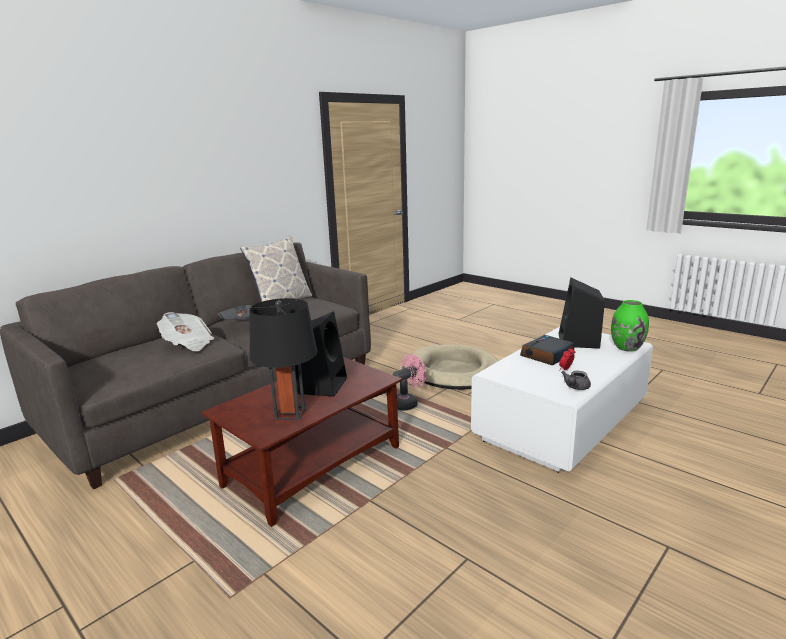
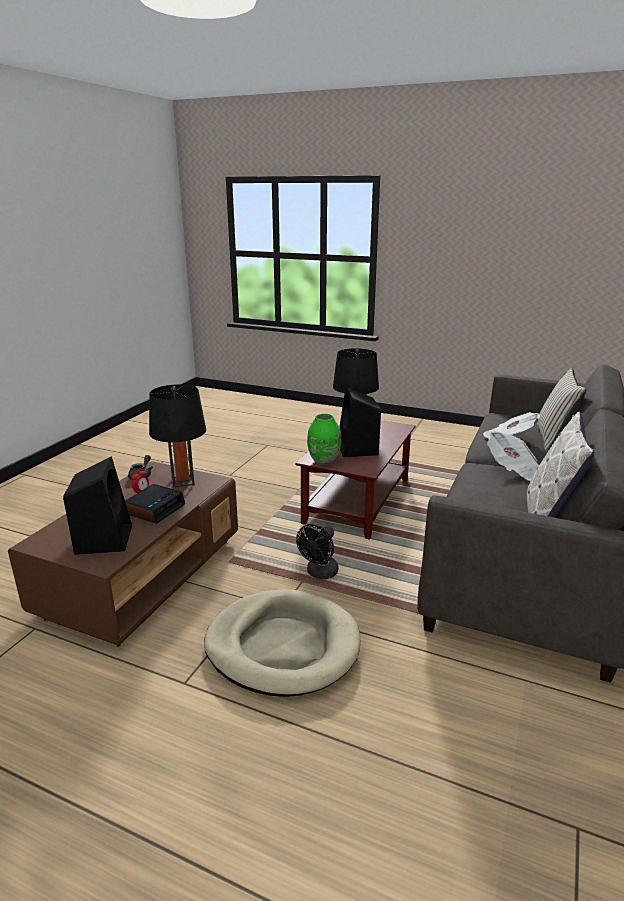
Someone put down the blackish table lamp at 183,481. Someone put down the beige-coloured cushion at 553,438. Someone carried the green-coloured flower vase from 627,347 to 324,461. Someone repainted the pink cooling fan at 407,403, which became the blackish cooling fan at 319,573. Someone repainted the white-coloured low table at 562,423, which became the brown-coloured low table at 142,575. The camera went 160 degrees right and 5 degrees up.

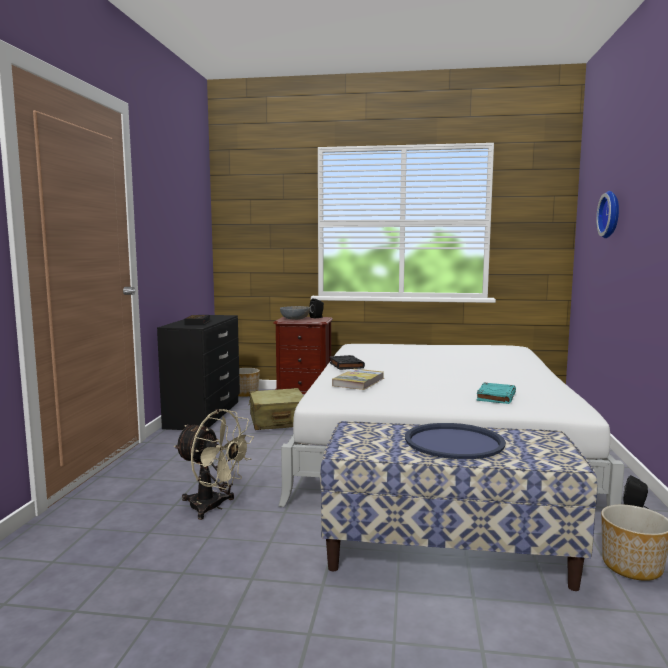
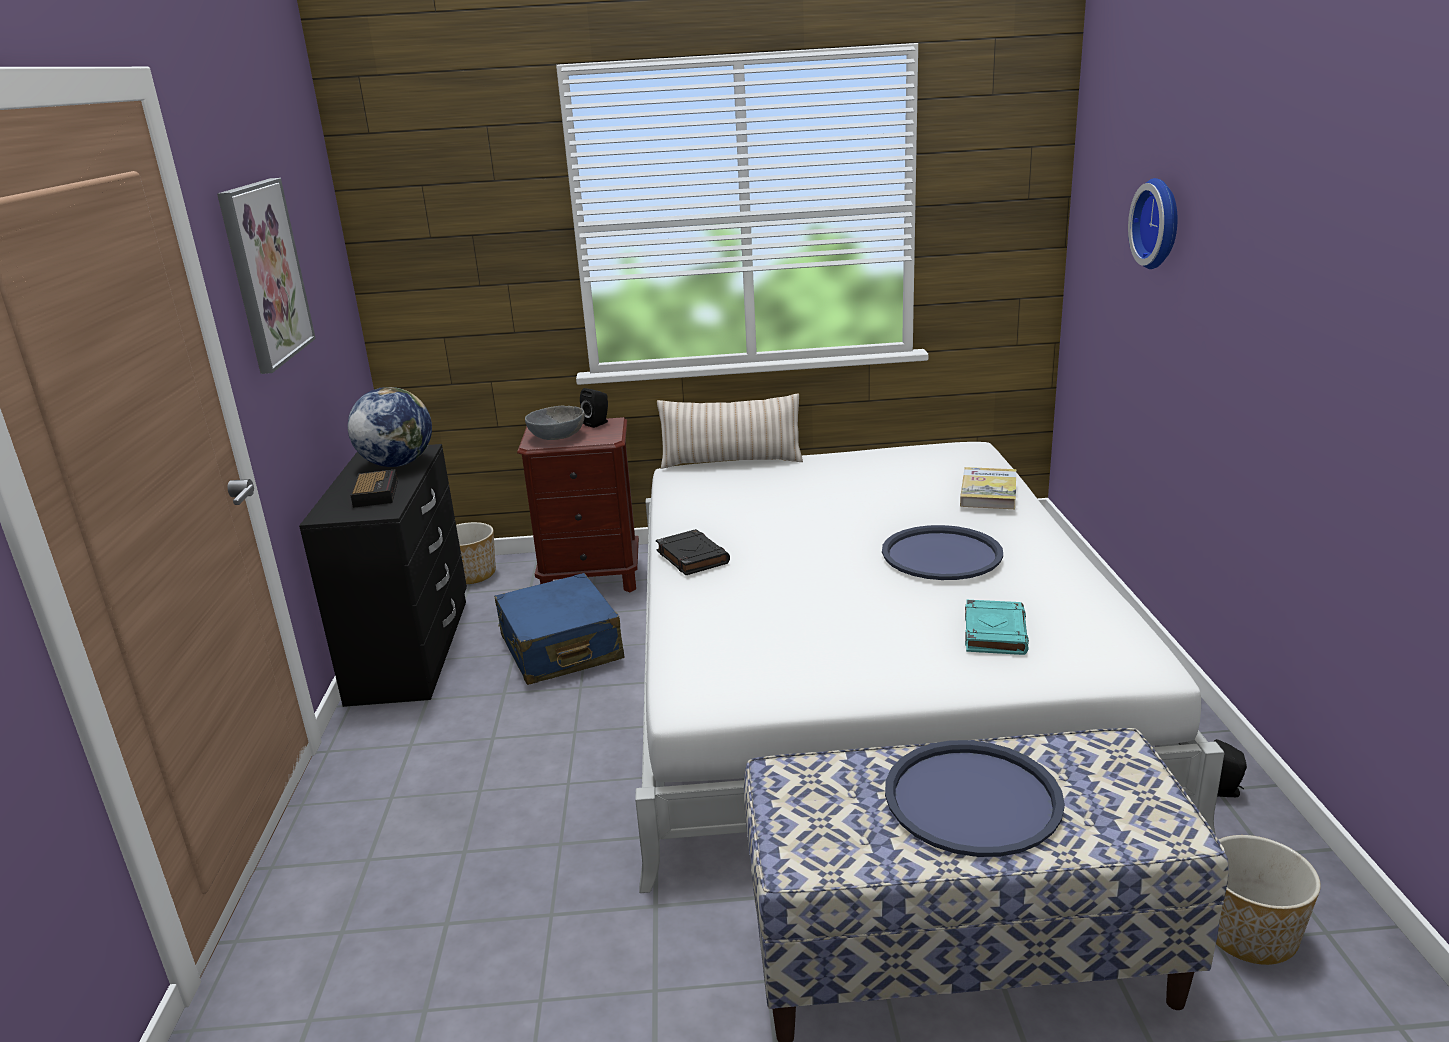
Someone took away the beige-coloured cooling fan at 213,507. Someone put up the picture at 265,273. Someone put down the world globe at 397,464. Someone put down the beige-coloured cushion at 731,461. Someone put down the blue-coloured carrying tray at 941,554. Someone carried the bound book from 358,382 to 988,492. Someone repainted the beige-coloured piece of luggage at 278,421, which became the blue-coloured piece of luggage at 560,648. The camera went 10 degrees left and 15 degrees up.

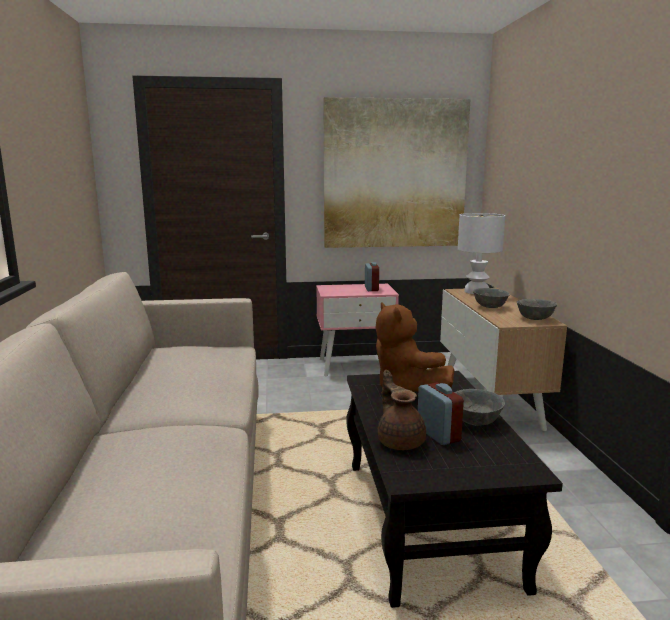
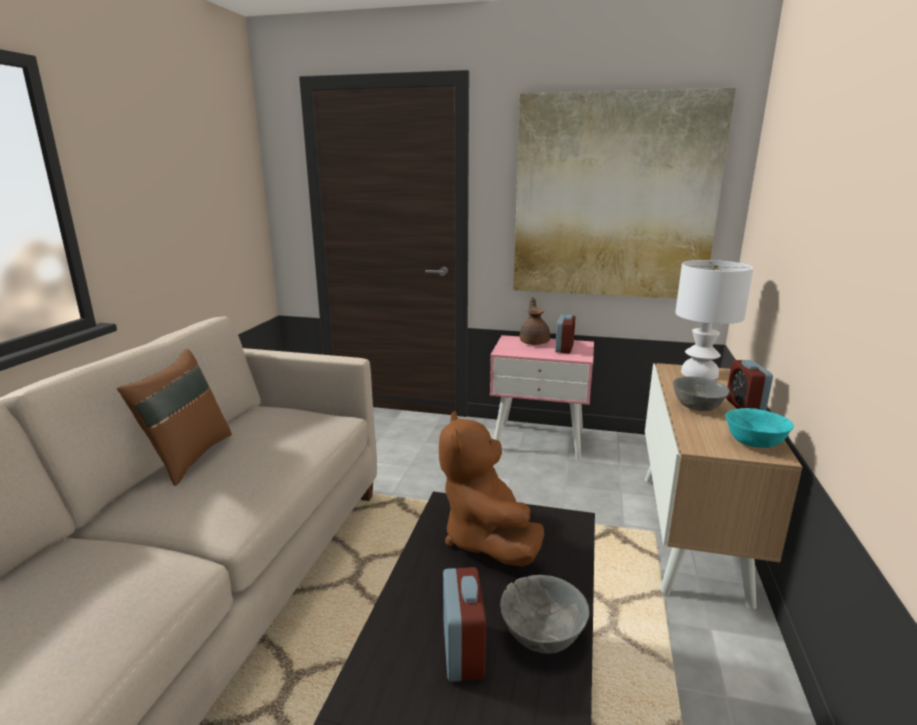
Someone put down the brown-coloured cushion at 188,457. Someone put down the bedside clock at 744,407. Someone carried the brown-coloured pot for tea from 400,441 to 534,342. Someone repainted the gray serving bowl at 534,319, which became the turquoise serving bowl at 753,443. The camera went 20 degrees right and 5 degrees up.

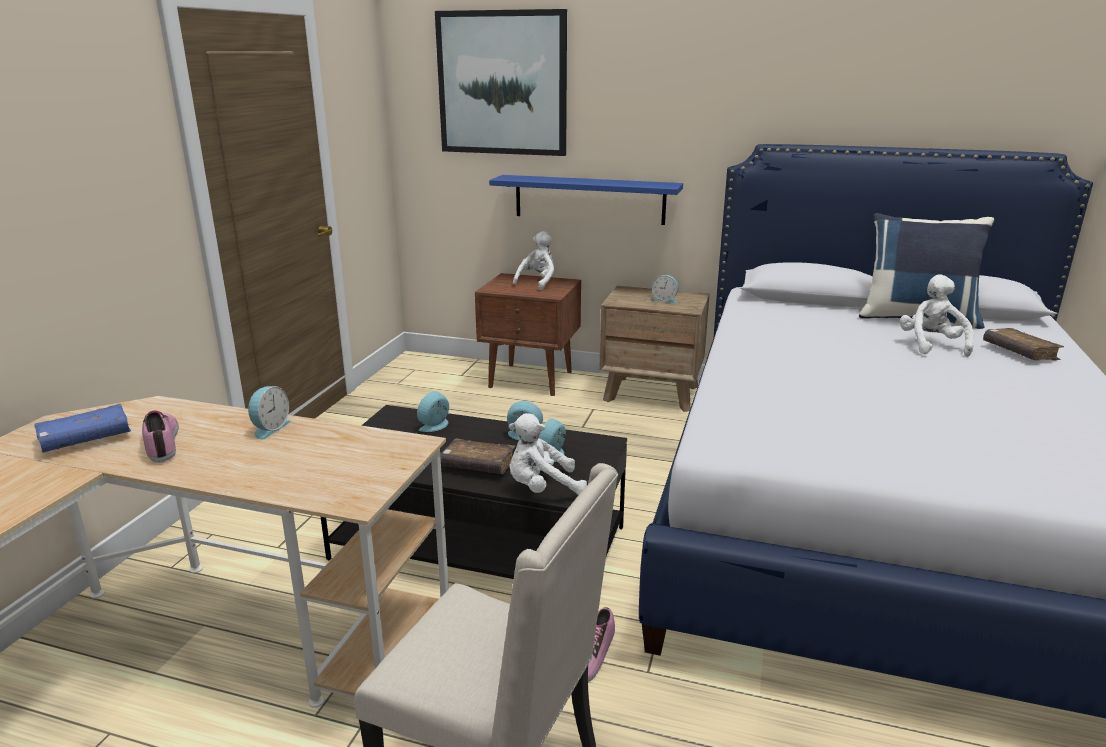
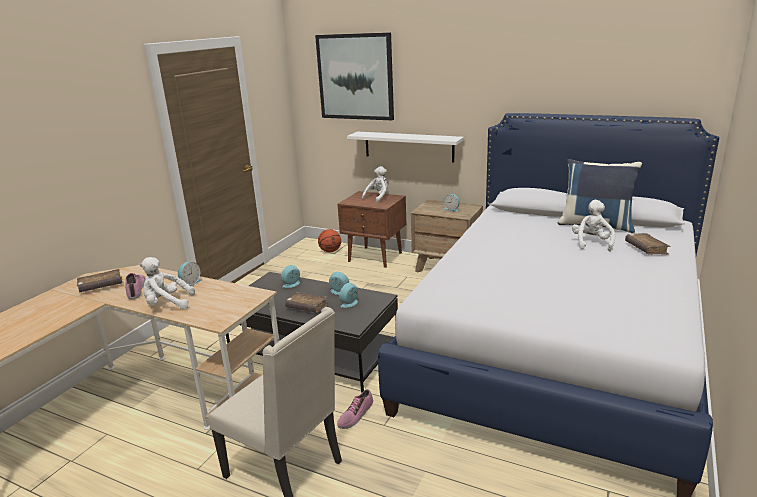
Someone put down the basketball ball at 330,251. Someone carried the white-coloured soft toy from 542,488 to 167,304. Someone repainted the blue-coloured bound book at 86,439, which became the brown-coloured bound book at 101,286. Someone repainted the blue-coloured wall shelf at 589,199, which became the white-coloured wall shelf at 408,146. The camera went 10 degrees right and 0 degrees up.

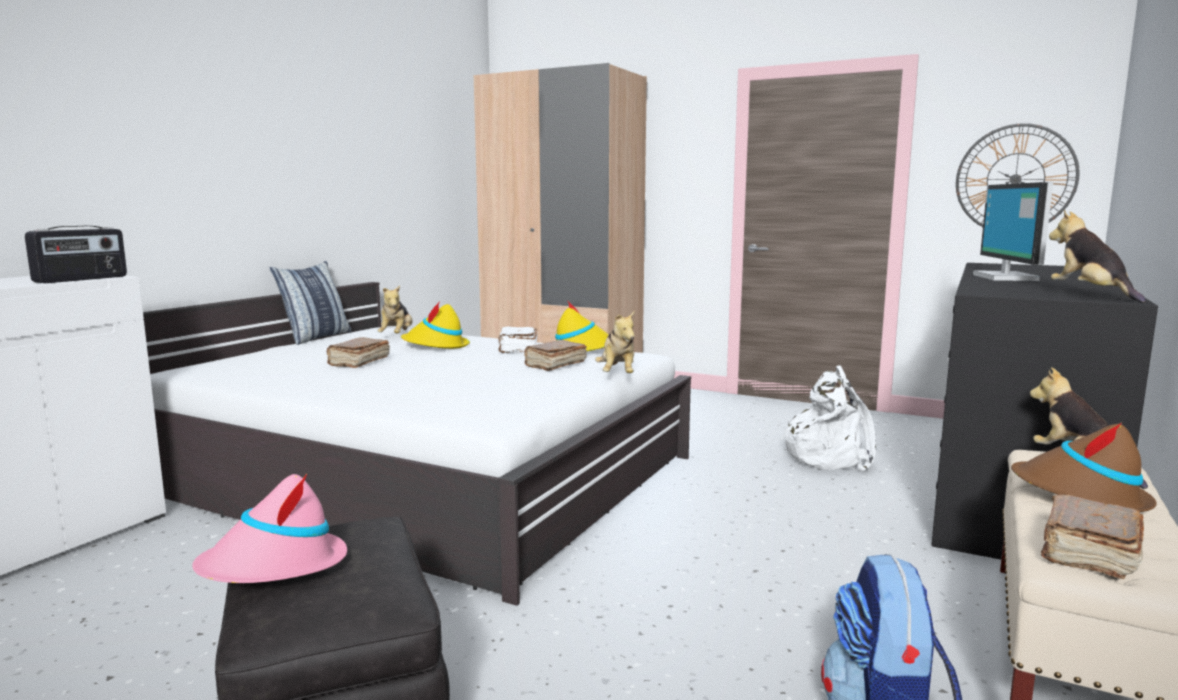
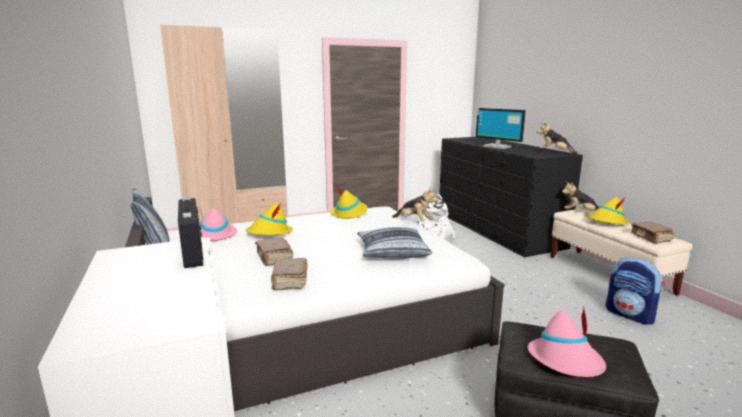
Someone took away the white-coloured bound book at 517,348. Someone took away the hanging clock at 1015,179. Someone put down the cushion at 392,251. Someone carried the brown-coloured bound book from 554,365 to 289,281. Someone swapped the soft toy at 397,336 for the pink wearable hat at 214,234. Someone repainted the brown-coloured wearable hat at 1080,495, which became the yellowish wearable hat at 607,222. The camera went 50 degrees left and 5 degrees up.

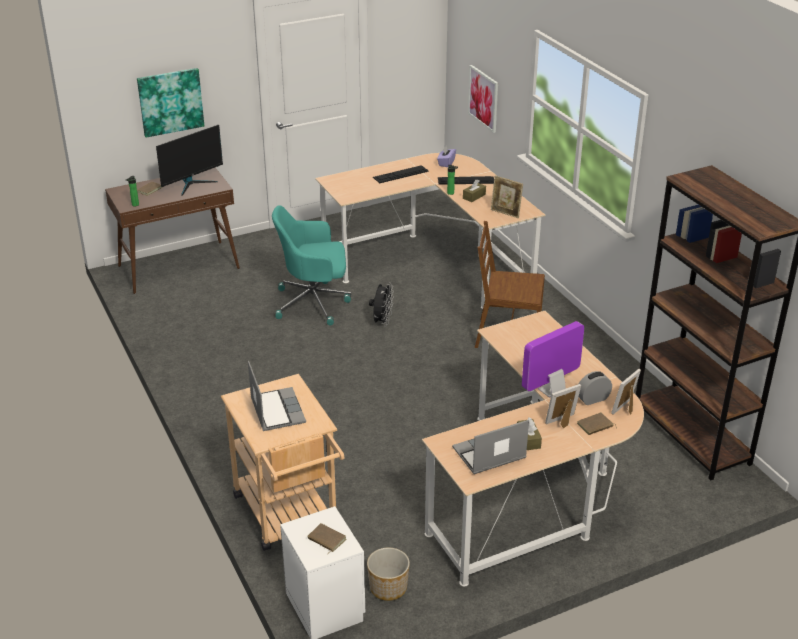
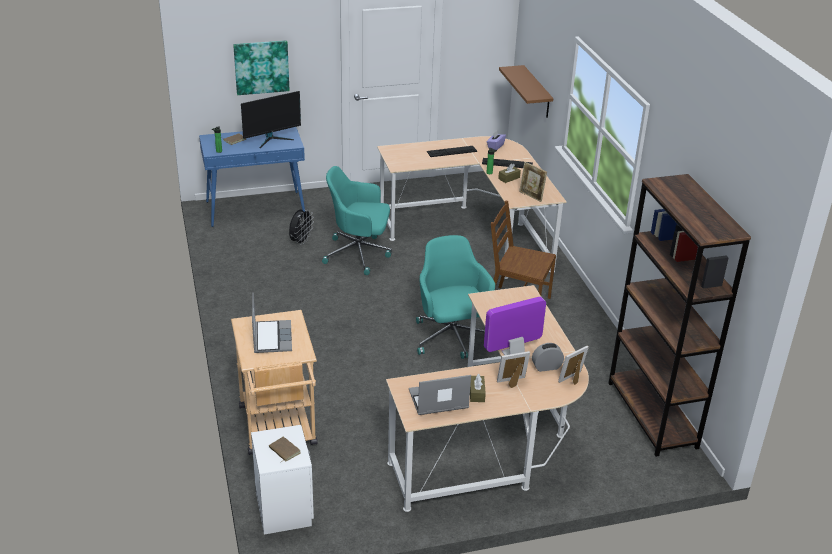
Someone took away the flower pot at 388,588. Someone took away the brown-coloured bound book at 595,426. Someone put down the turquoise computer chair at 451,338. Someone carried the blackish cooling fan from 382,321 to 300,241. Someone swapped the picture at 483,98 for the brown-coloured wall shelf at 537,92. Someone repainted the brown-coloured narrow table at 179,267, which became the blue-coloured narrow table at 256,209. The camera went 10 degrees right and 0 degrees up.

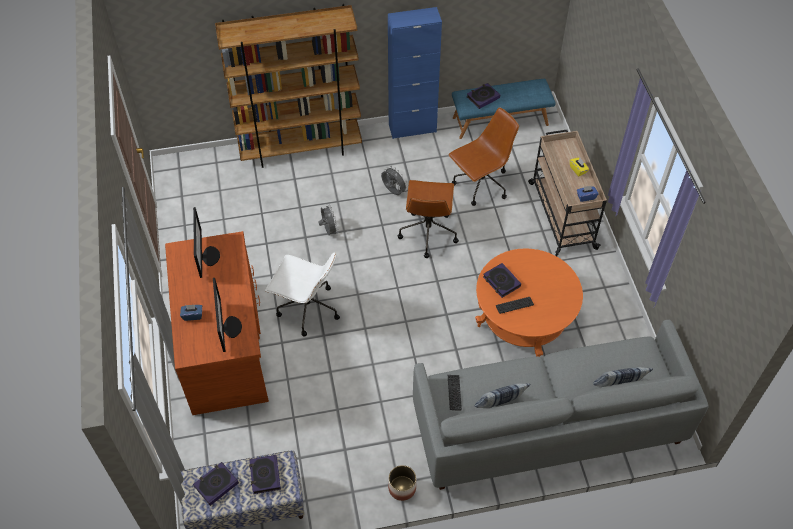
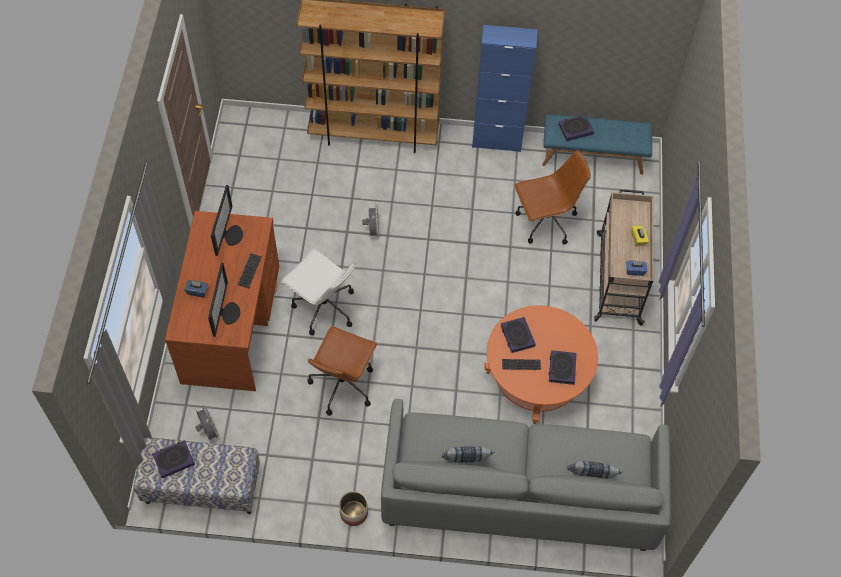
Someone carried the bound book from 265,475 to 562,369. Someone carried the gray cooling fan from 393,192 to 208,432. Someone carried the brown-coloured computer chair from 428,232 to 342,384. Someone carried the PC keyboard from 454,393 to 249,271. The camera went 15 degrees right and 5 degrees up.

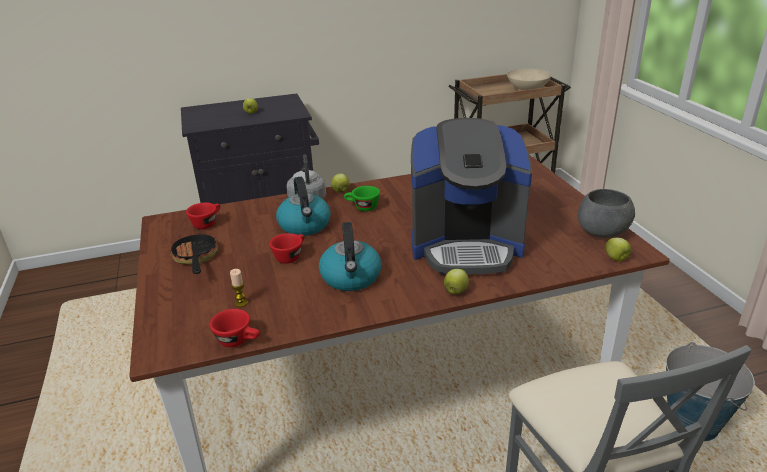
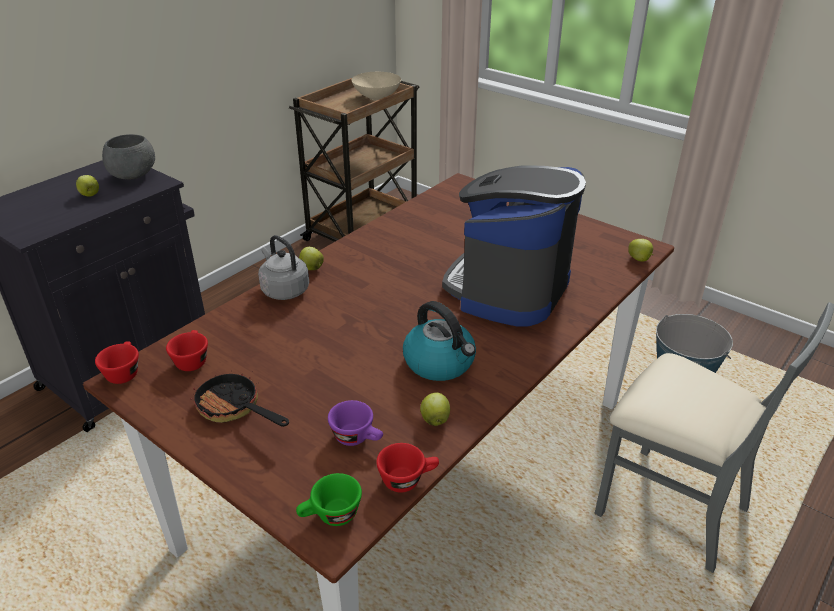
Someone took away the water kettle at 305,226. Someone carried the red small cup from 290,256 to 123,372. Someone carried the green-coloured small cup from 362,207 to 330,516. Someone carried the apple from 456,291 to 435,419. Someone carried the gray serving bowl from 603,233 to 134,176. Someone swapped the wax light at 241,303 for the purple small cup at 358,438. Someone rotated the coffee maker at 466,246 by 150 degrees clockwise. The camera went 35 degrees left and 5 degrees up.

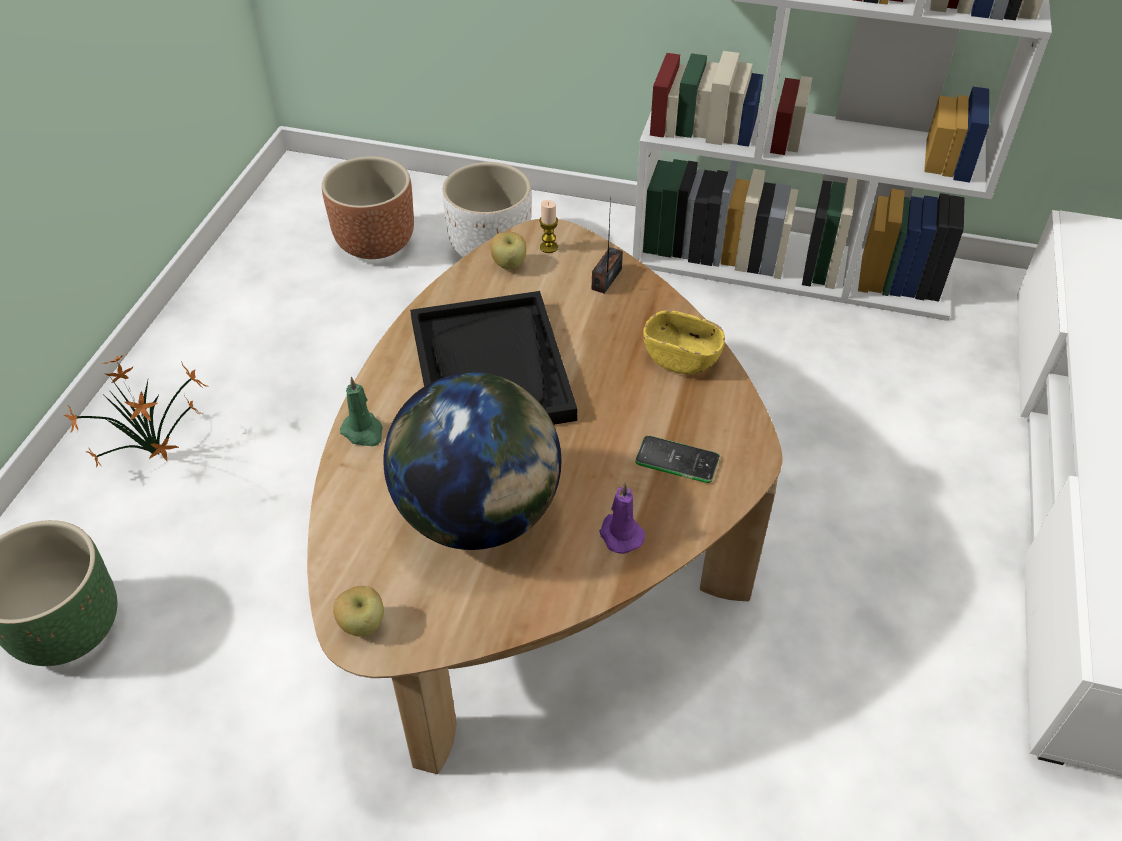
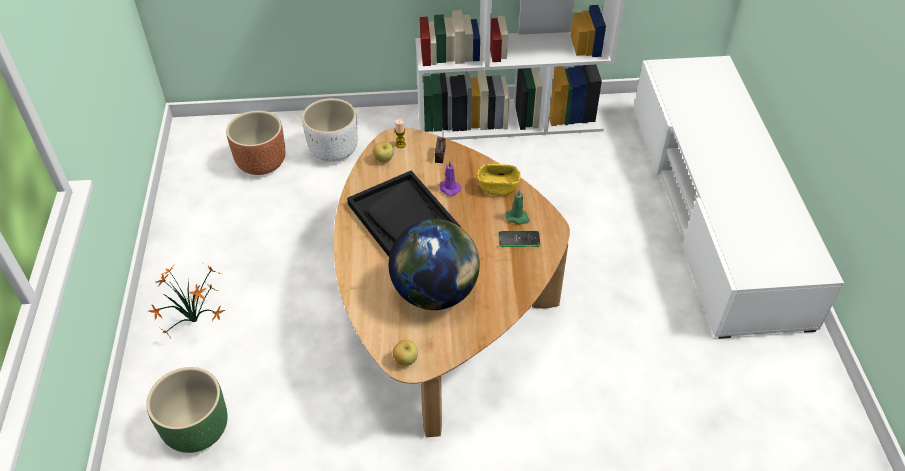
Someone carried the green-coloured wax light from 363,432 to 518,218. Someone carried the purple wax light from 620,534 to 449,188. The camera went 20 degrees left and 0 degrees up.

